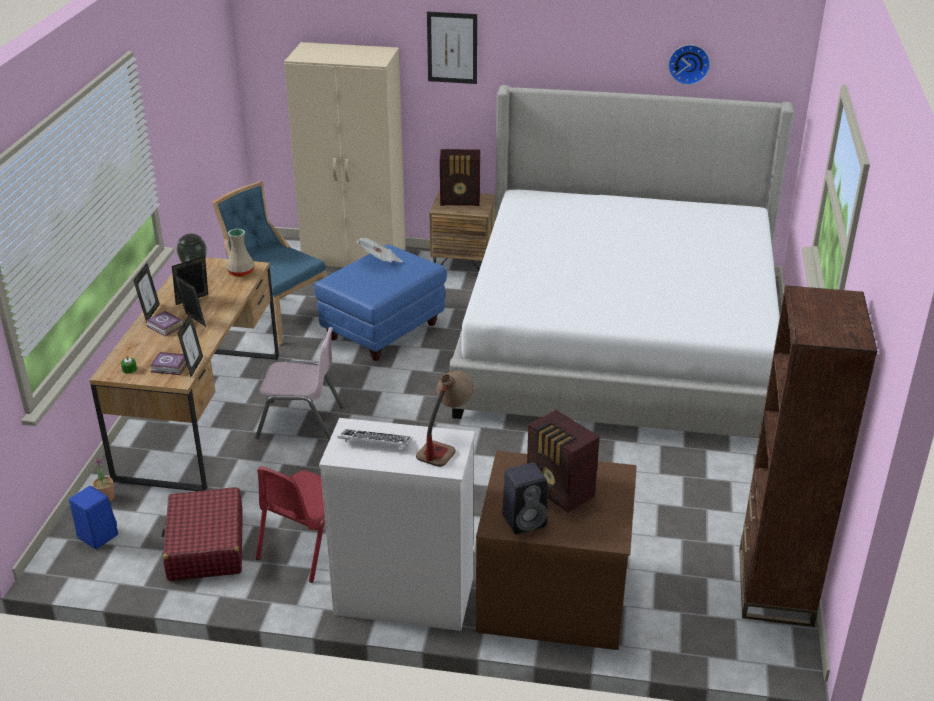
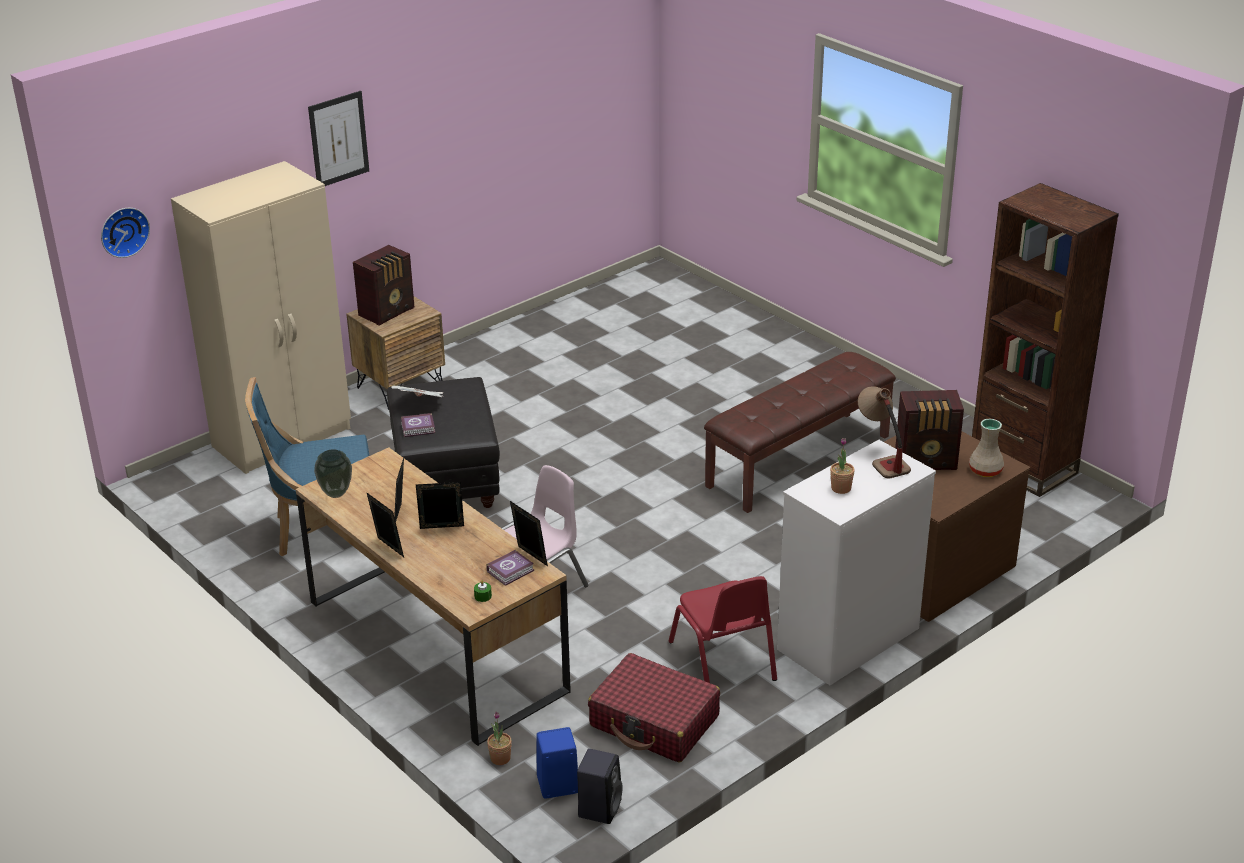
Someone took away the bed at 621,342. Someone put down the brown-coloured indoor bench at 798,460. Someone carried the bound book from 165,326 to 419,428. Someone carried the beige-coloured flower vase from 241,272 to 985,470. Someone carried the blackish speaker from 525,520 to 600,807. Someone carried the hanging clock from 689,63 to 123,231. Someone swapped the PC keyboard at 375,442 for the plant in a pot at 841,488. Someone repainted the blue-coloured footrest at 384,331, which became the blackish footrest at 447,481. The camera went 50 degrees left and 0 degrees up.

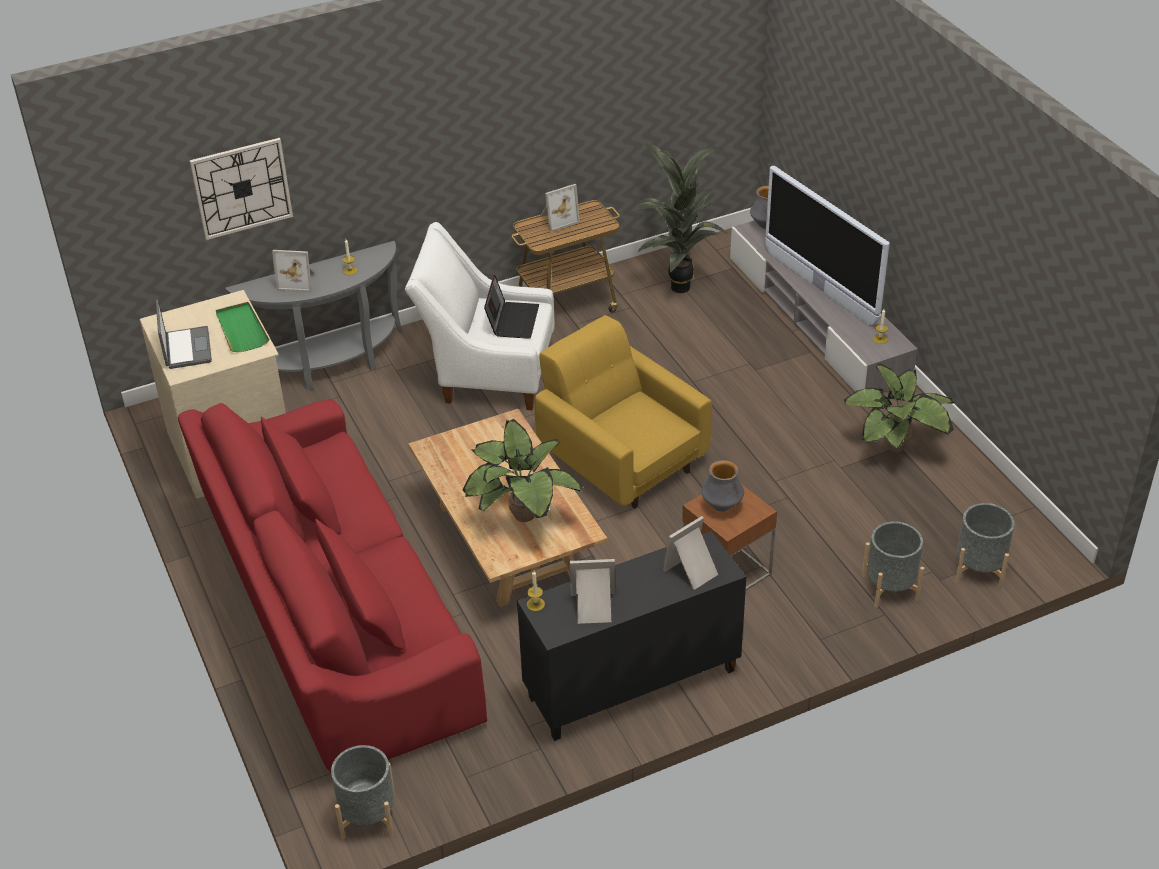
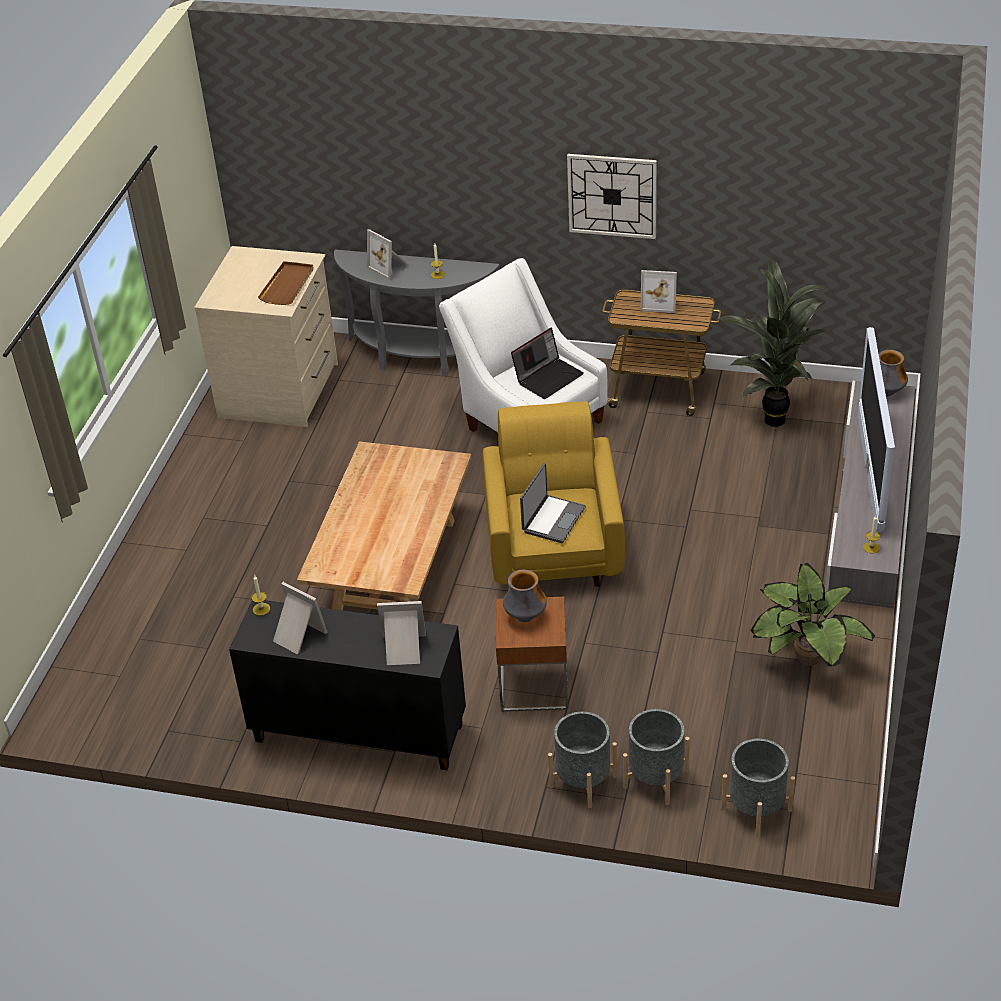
Someone took away the red sofa at 334,613. Someone took away the plant in a pot at 522,518. Someone carried the laptop from 186,349 to 552,519. Someone carried the hanging clock from 242,188 to 612,195. Someone carried the gray flower pot from 368,816 to 583,781. Someone repainted the green-coloured carrying tray at 241,329, which became the brown-coloured carrying tray at 287,285. The camera went 40 degrees right and 0 degrees up.

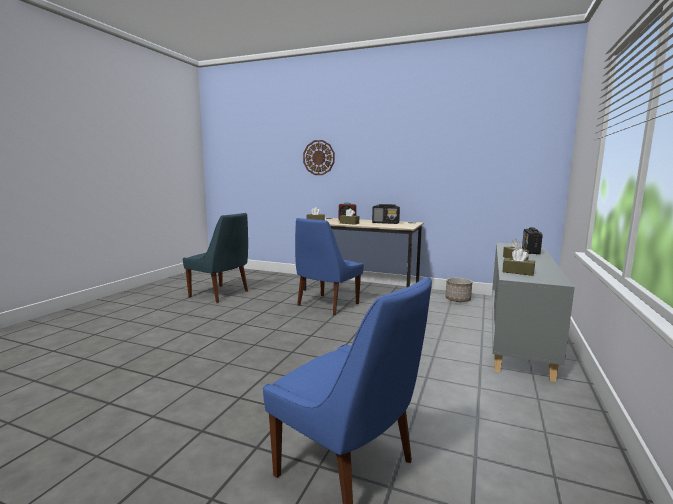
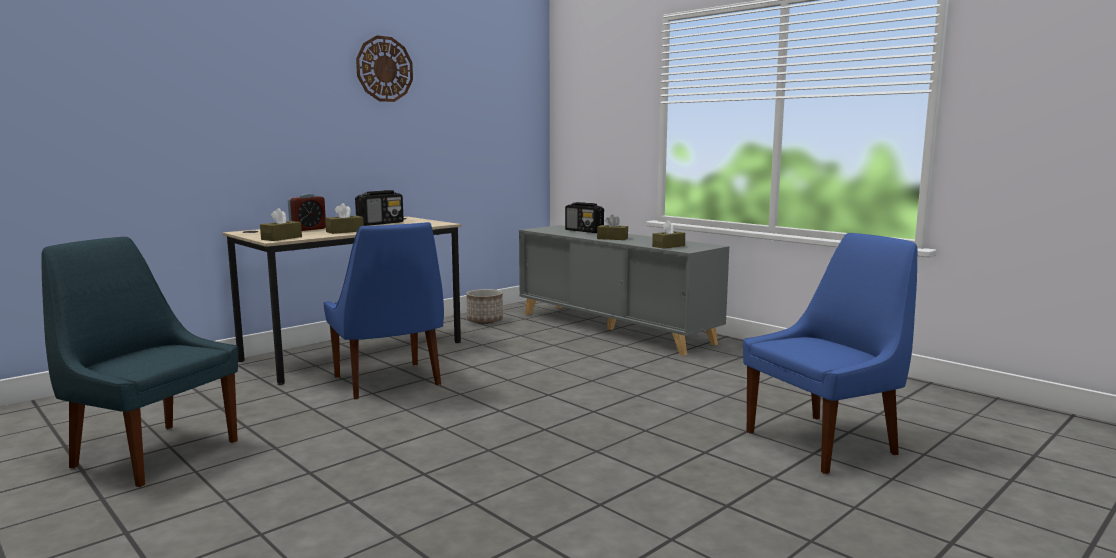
Someone carried the hanging clock from 319,157 to 384,69. Someone rotated the blue-coloured upright chair at 221,294 by 120 degrees counterclockwise. The camera went 65 degrees left and 0 degrees up.

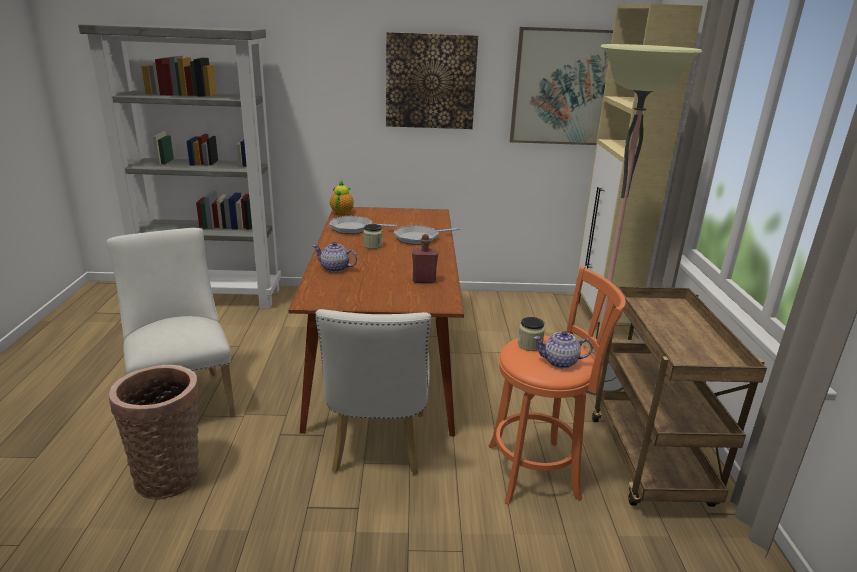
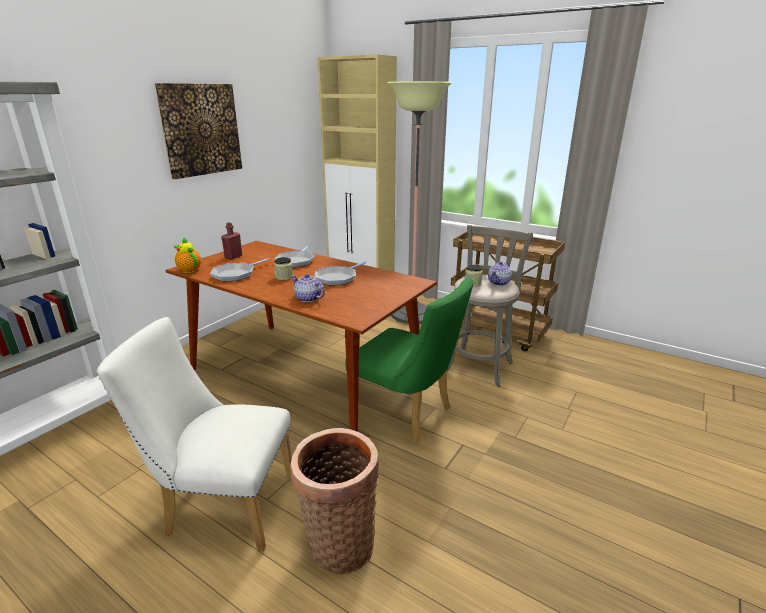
Someone took away the picture at 569,88. Someone put down the skillet at 337,278. Someone carried the red drink bottle from 424,280 to 233,257. Someone repainted the white-coloured upright chair at 377,448, which became the green-coloured upright chair at 407,414. Someone repainted the orange stool at 538,471, which became the gray stool at 479,365. Someone rotated the pot for tea at 335,268 by 75 degrees clockwise. The camera went 55 degrees left and 0 degrees up.

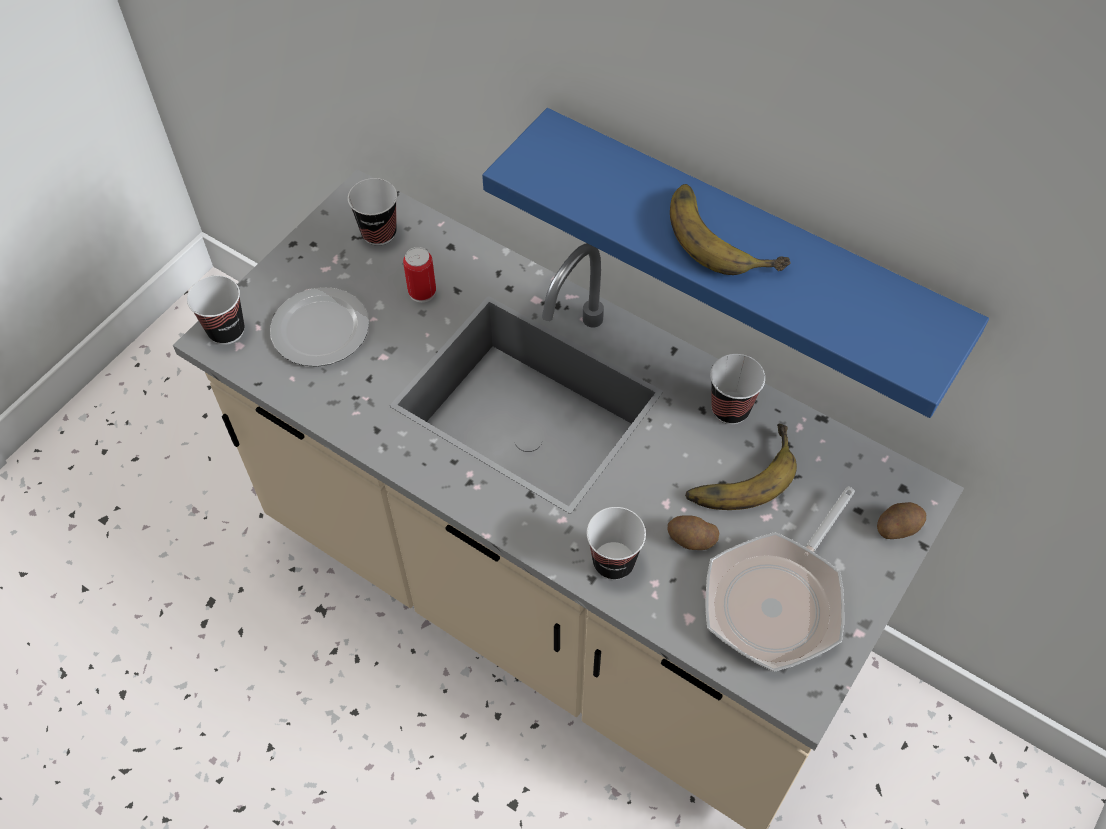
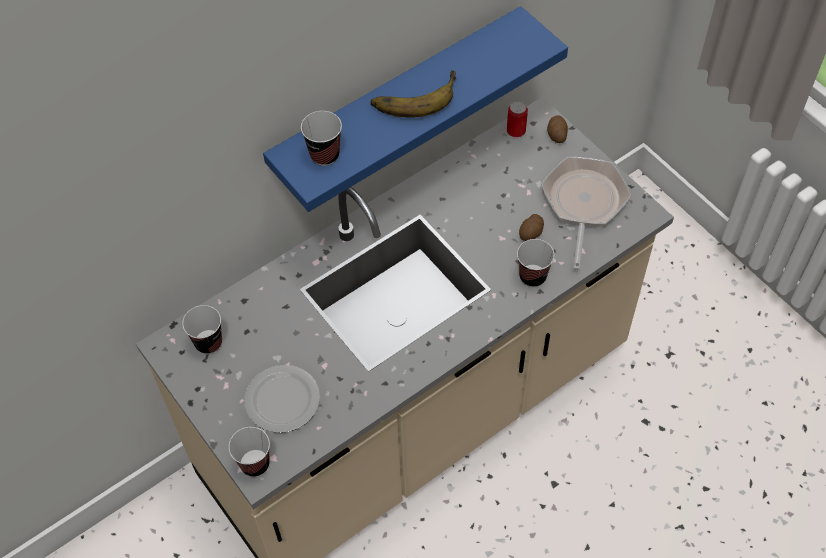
Someone took away the banana at 738,471. Someone carried the can from 422,292 to 516,132. Someone carried the small cup from 730,409 to 324,155. Someone rotated the skillet at 778,599 by 135 degrees counterclockwise. The camera went 70 degrees left and 0 degrees up.

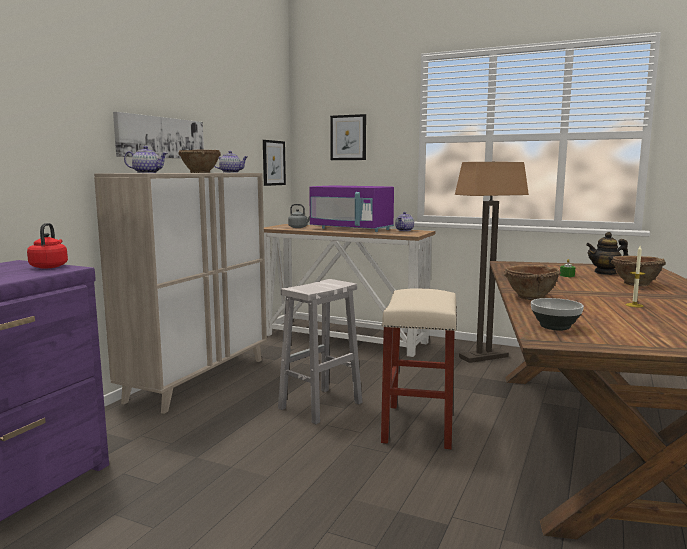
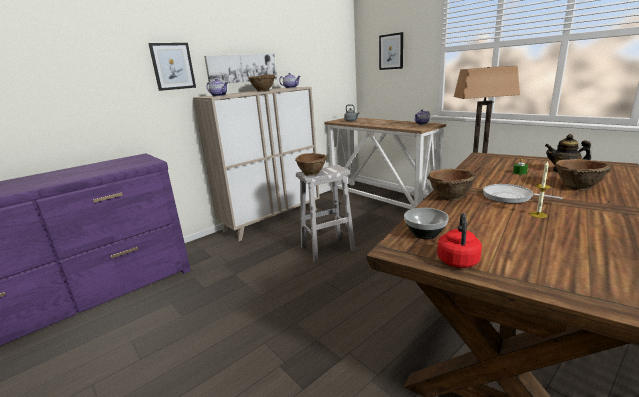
Someone took away the purple microwave at 351,229. Someone took away the beige-coloured stool at 418,425. Someone put down the brown-coloured serving bowl at 312,173. Someone put down the skillet at 510,197. Someone carried the red water kettle from 49,266 to 458,260. Someone carried the picture from 273,163 to 173,66. The camera went 25 degrees right and 10 degrees up.

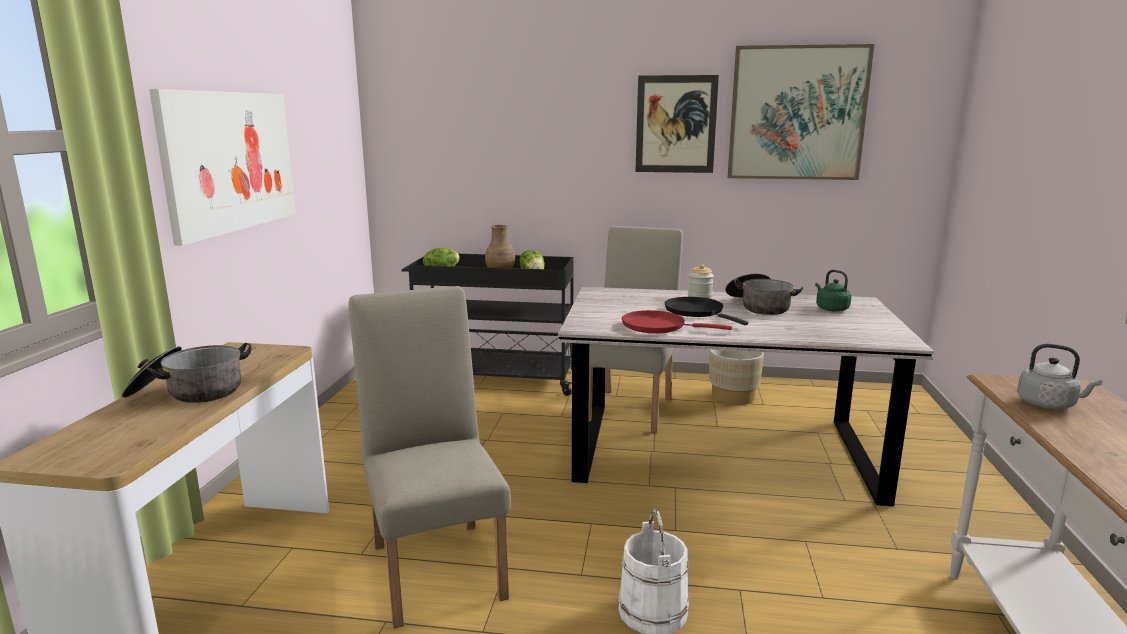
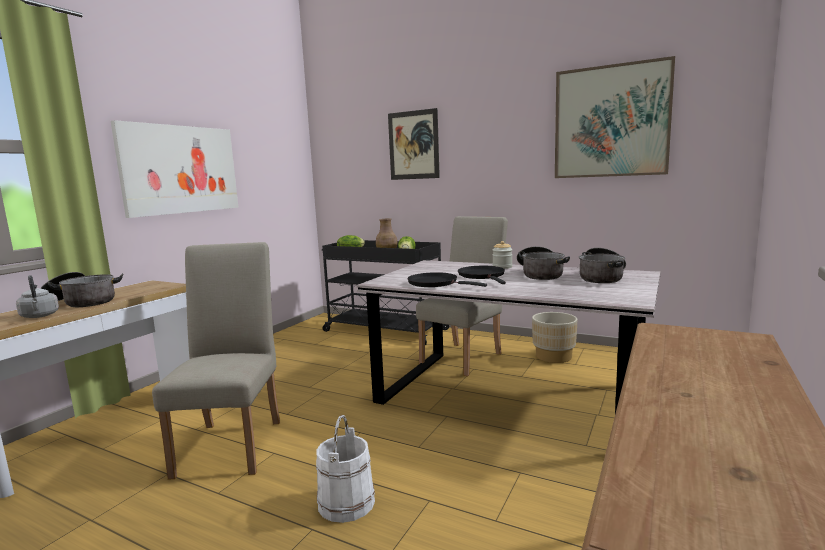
Someone carried the picture from 675,124 to 413,145. Someone carried the gray water kettle from 1049,404 to 40,316. Someone swapped the green-coloured water kettle at 830,309 for the cooking pot at 602,277. Someone repainted the red skillet at 658,326, which became the blackish skillet at 436,283. The camera went 20 degrees right and 5 degrees down.

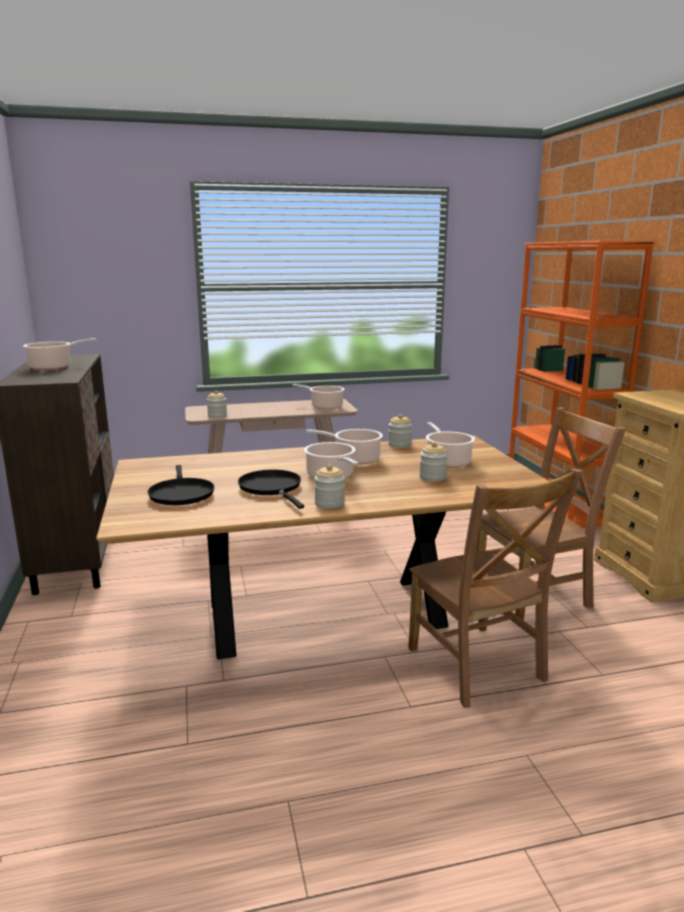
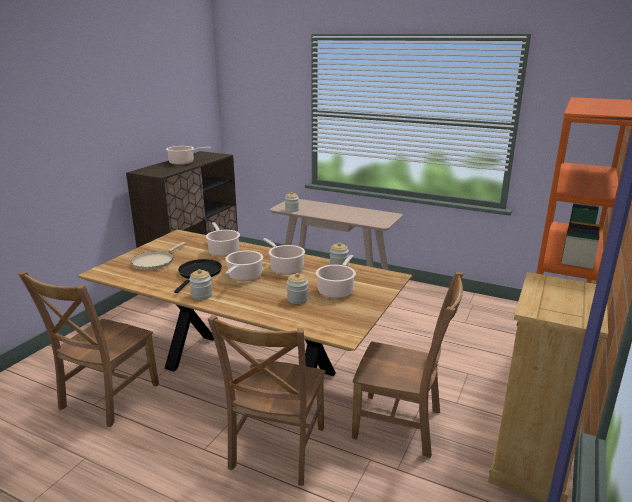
Someone put down the brown-coloured upright chair at 107,398. Someone carried the cooking pot from 324,407 to 223,251. Someone repainted the blackish skillet at 181,494, which became the beige-coloured skillet at 155,262. The camera went 40 degrees right and 5 degrees up.

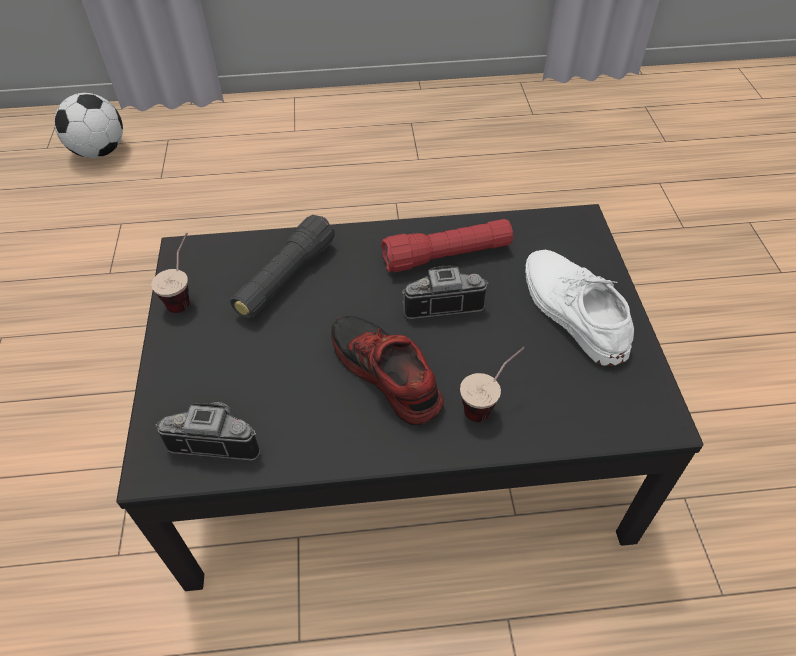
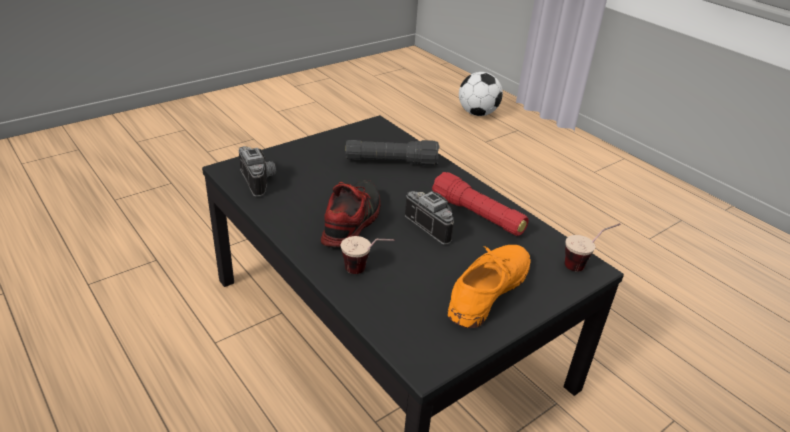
Someone carried the small cup from 185,294 to 584,264. Someone repainted the white-coloured item of footwear at 571,310, which became the orange item of footwear at 488,288. The camera went 55 degrees right and 15 degrees down.

